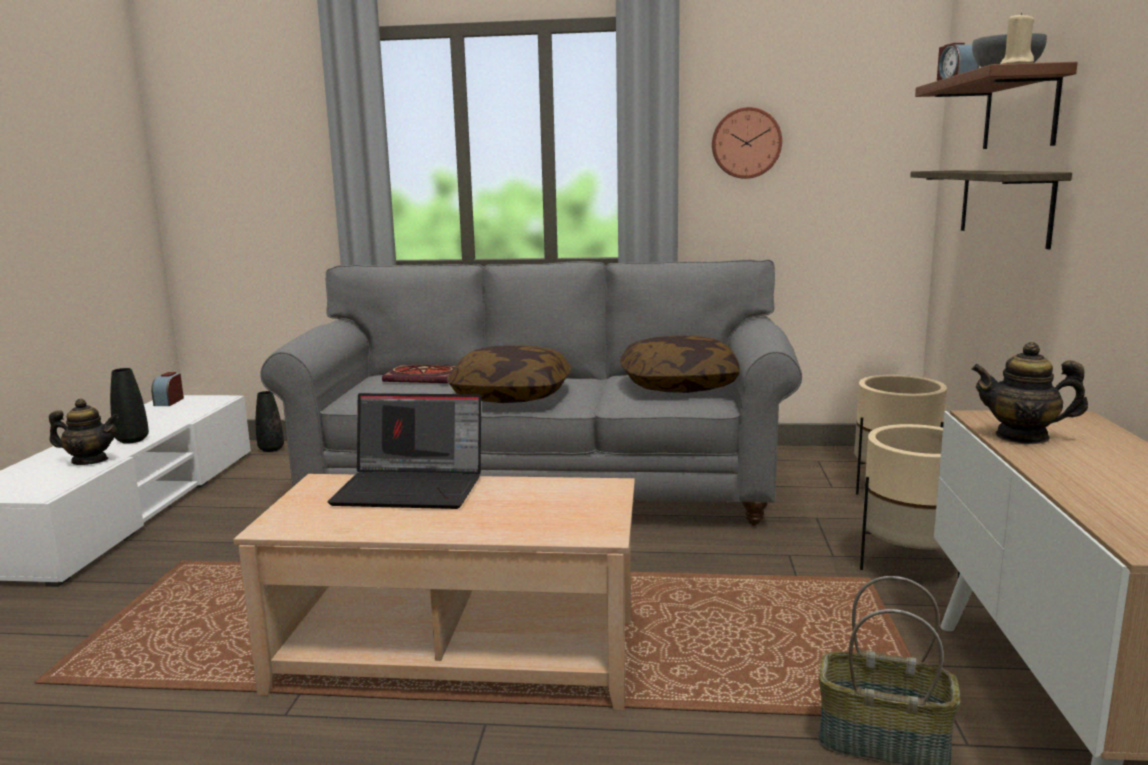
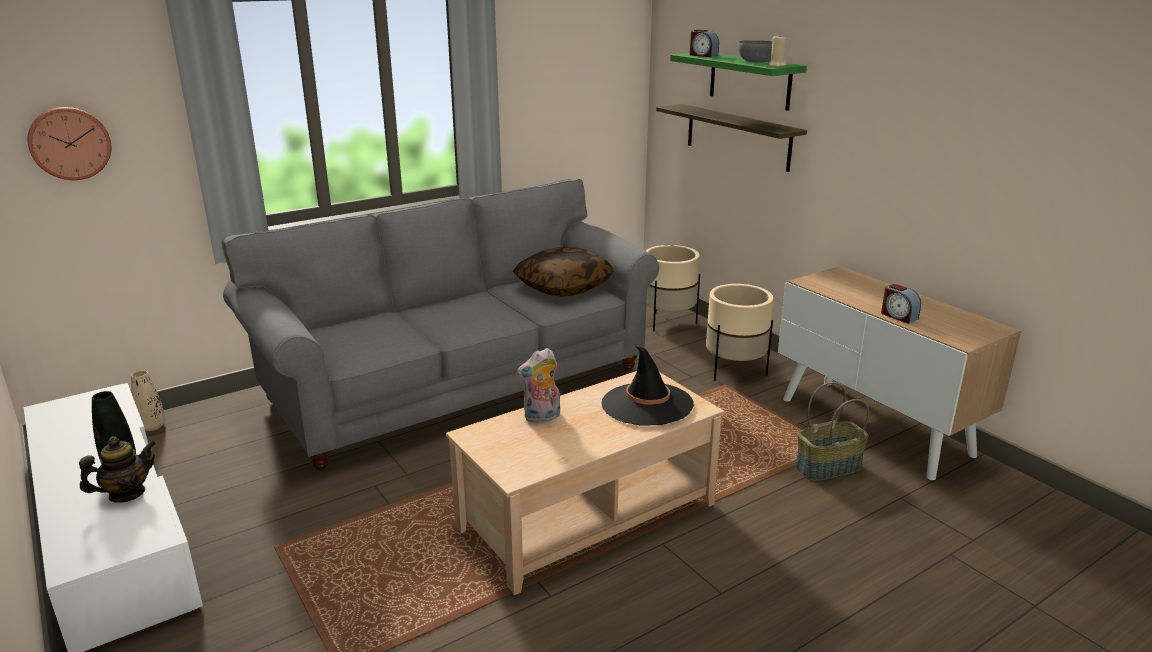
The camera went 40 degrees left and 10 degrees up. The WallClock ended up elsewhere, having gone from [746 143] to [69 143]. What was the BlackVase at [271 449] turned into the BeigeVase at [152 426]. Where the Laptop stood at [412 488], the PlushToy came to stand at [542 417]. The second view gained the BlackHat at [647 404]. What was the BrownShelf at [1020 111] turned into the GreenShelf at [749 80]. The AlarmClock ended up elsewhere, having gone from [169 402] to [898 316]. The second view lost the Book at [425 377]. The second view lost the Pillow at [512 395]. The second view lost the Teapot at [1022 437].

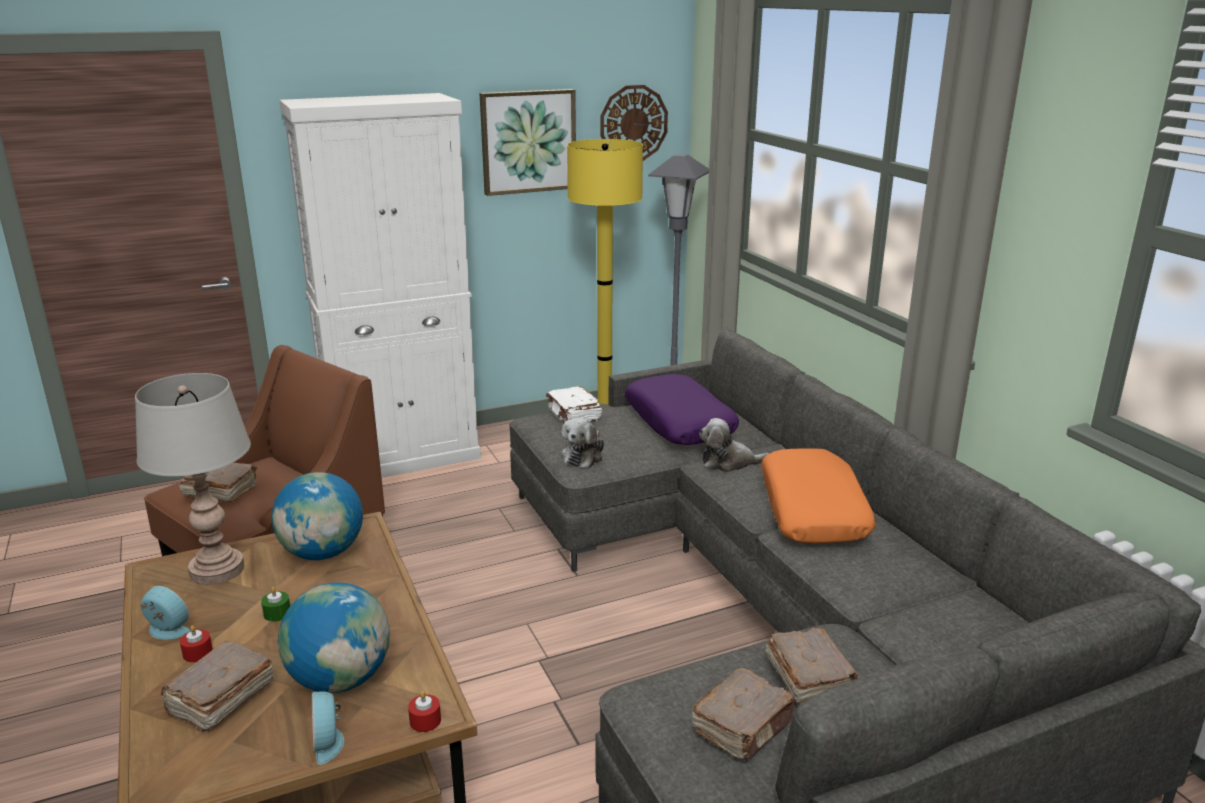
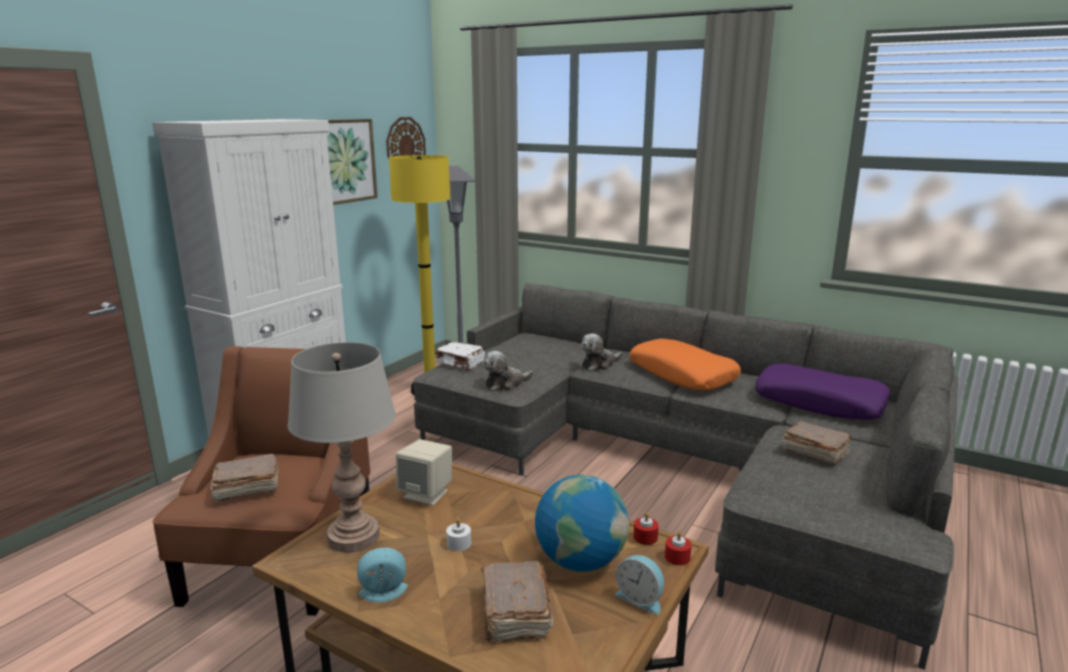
The camera went 35 degrees left and 5 degrees down. Where the Globe stood at [323 553], the BeigeSpeaker came to stand at [426 494]. What was the GreenCandle at [277 613] turned into the WhiteCandle at [459 543]. The PlushToy at [583 455] ended up facing another way, 75 degrees clockwise from before. The RedCandle ended up elsewhere, having gone from [198 653] to [645 537]. The PurplePillow ended up elsewhere, having gone from [680 422] to [819 403]. The second view lost the BrownBook at [744 727].

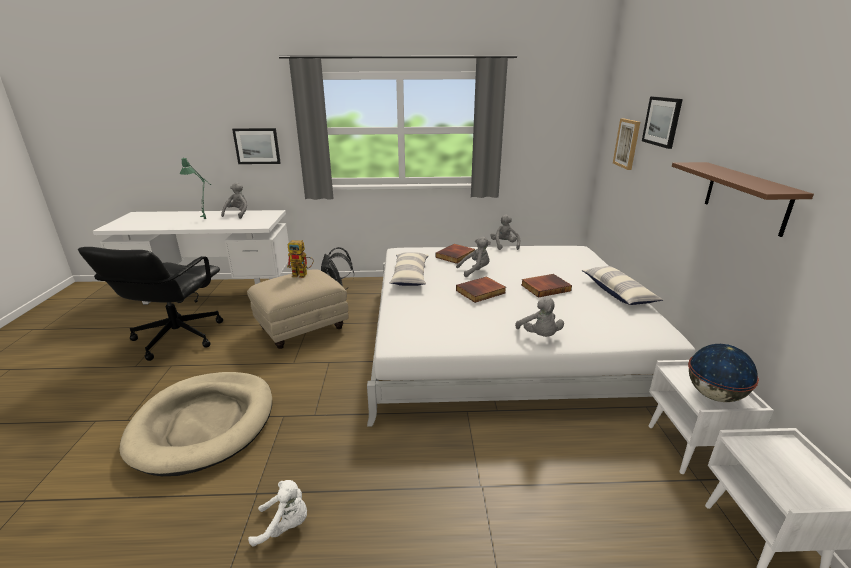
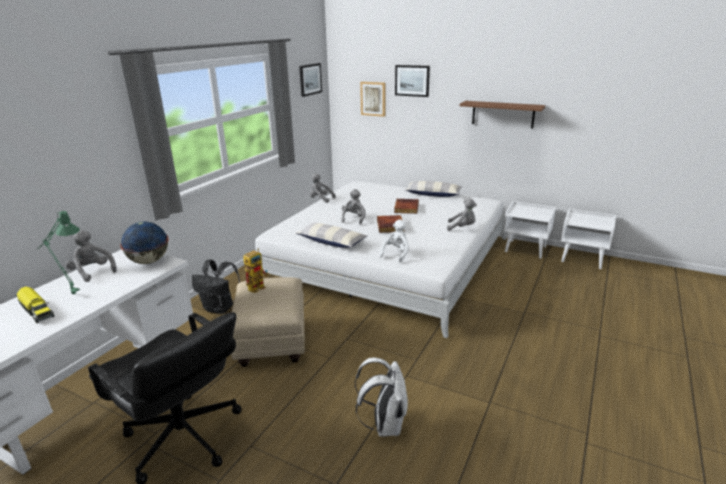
The camera went 60 degrees left and 0 degrees up. The second view gained the ToyTruck at [36 310]. The Globe ended up elsewhere, having gone from [713 395] to [149 261]. The Picture ended up elsewhere, having gone from [257 146] to [310 79]. Where the BeigeDogBed stood at [204 424], the WhiteBackpack came to stand at [385 424]. The WhitePlushToy ended up elsewhere, having gone from [285 526] to [396 254]. The second view lost the Book at [456 256].

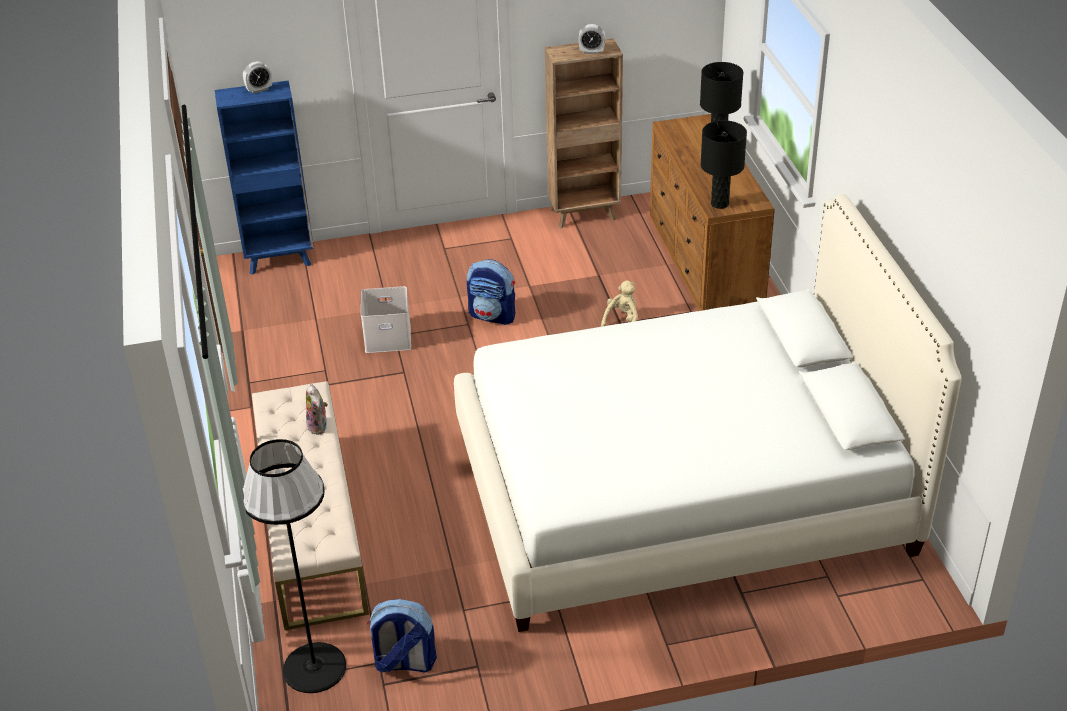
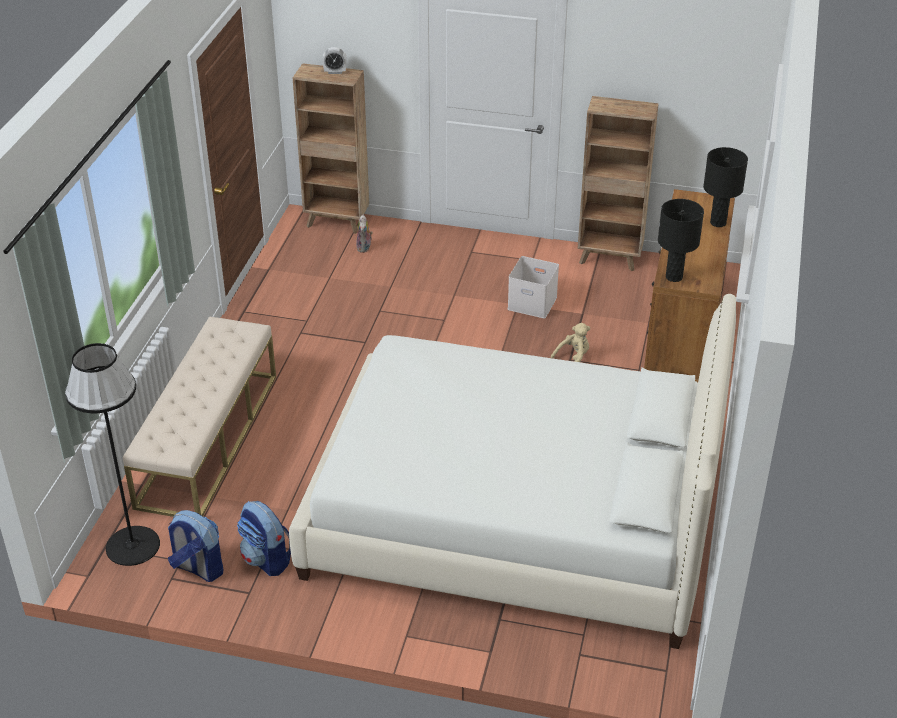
The camera went 25 degrees right and 0 degrees up. The Backpack ended up elsewhere, having gone from [493 315] to [267 559]. What was the BlueBookcase at [280 260] turned into the BrownBookcase at [337 222]. The PlushToy ended up elsewhere, having gone from [319 426] to [364 248]. The WhiteStorageBox ended up elsewhere, having gone from [389 336] to [533 303]. The second view lost the AlarmClock at [591 52].

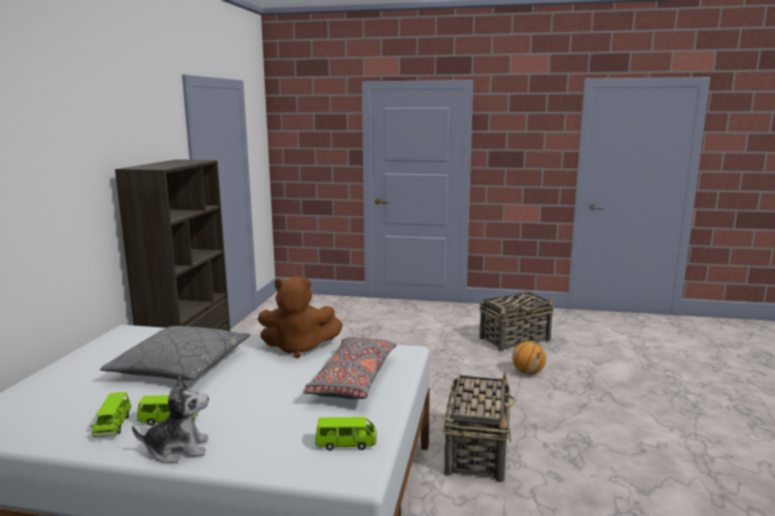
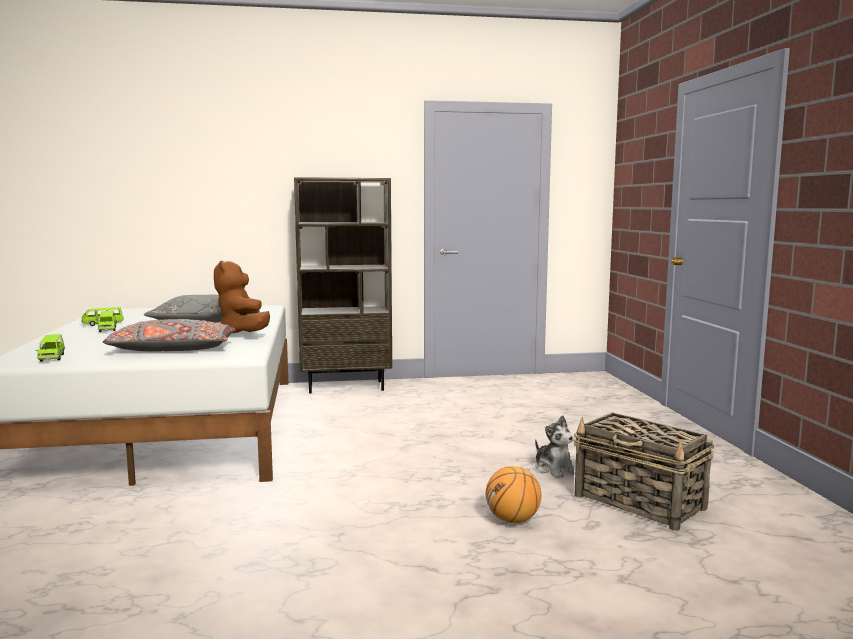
The camera went 70 degrees right and 5 degrees down. The PlushToy ended up elsewhere, having gone from [178 449] to [554 469]. The second view lost the Basket at [477 451].

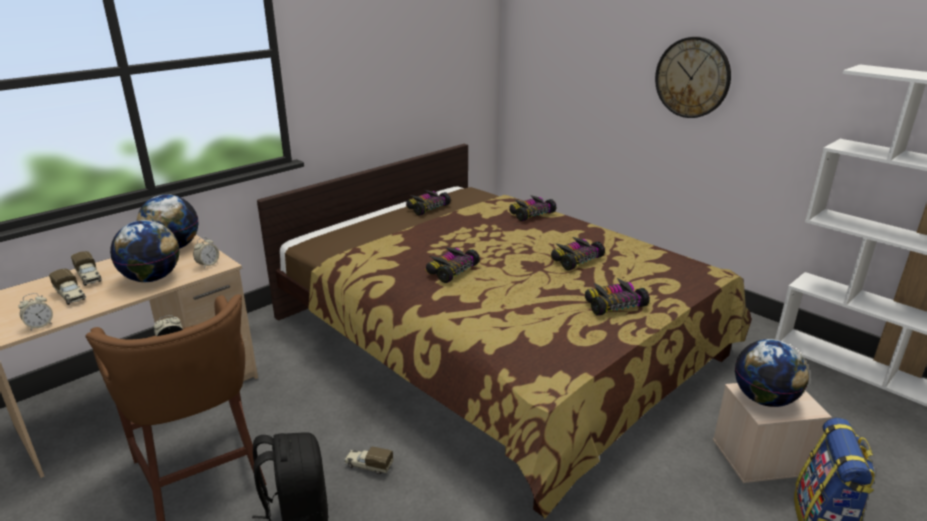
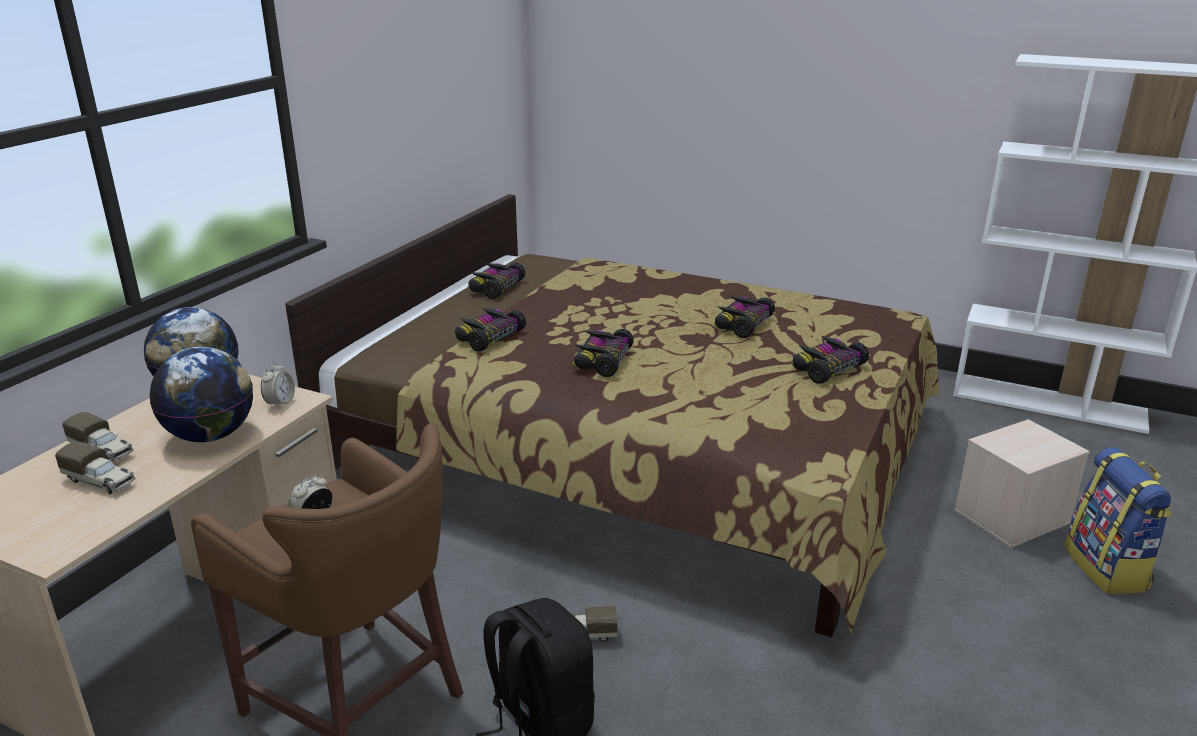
The camera went 20 degrees left and 0 degrees up. The ToyCar ended up elsewhere, having gone from [530 214] to [488 337]. The second view lost the AlarmClock at [40 325]. The second view lost the WallClock at [692 77]. The second view lost the Globe at [764 399].

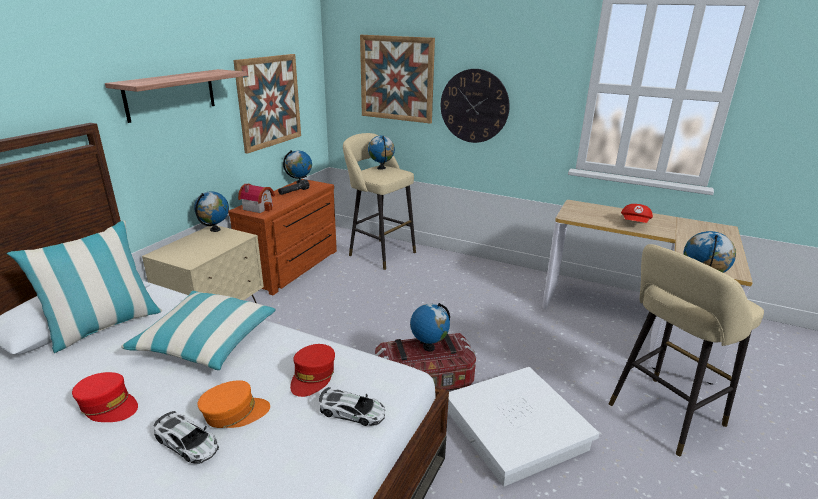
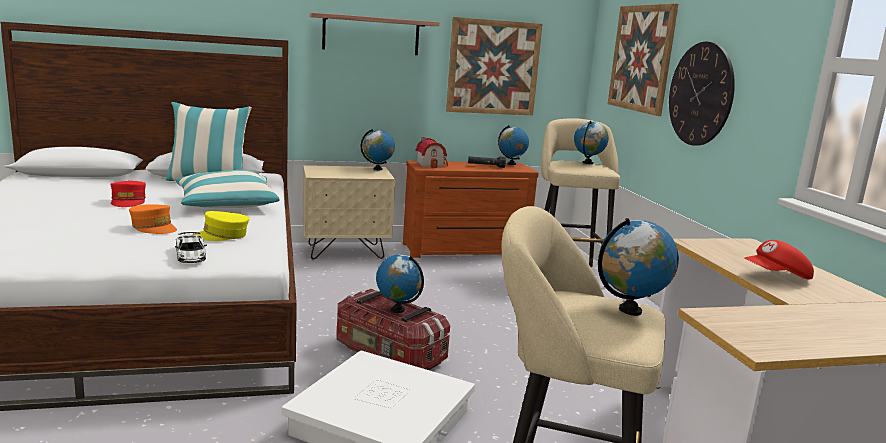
The camera went 50 degrees right and 10 degrees down. What was the RedCap at [313 376] turned into the YellowCap at [221 236]. The second view lost the ToyCar at [187 443].

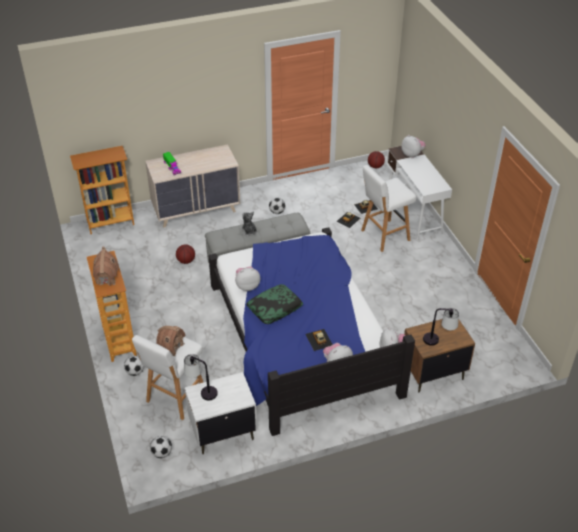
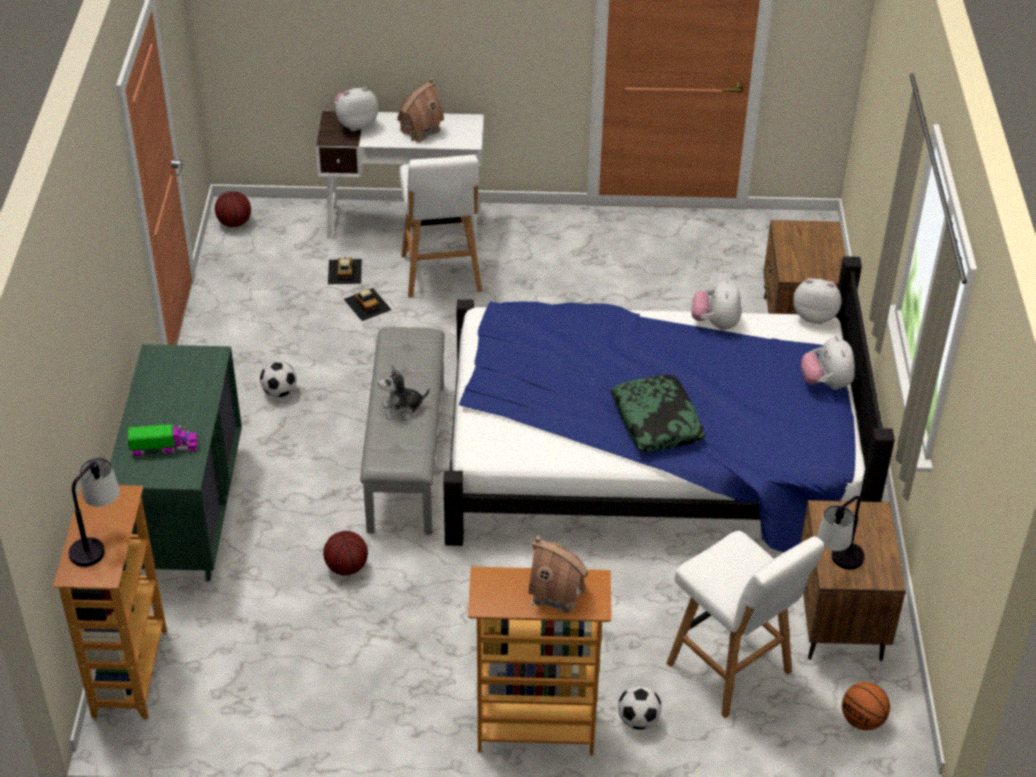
The camera went 70 degrees left and 0 degrees up. The TableLamp ended up elsewhere, having gone from [438 340] to [97 542]. What was the BeigeDresser at [196 210] turned into the GreenDresser at [187 512]. The ToyHouse ended up elsewhere, having gone from [171 347] to [420 130]. The PlushToy ended up elsewhere, having gone from [247 286] to [715 323]. What was the WhiteNightstand at [222 432] turned into the BrownNightstand at [839 621]. Where the Football stood at [162 453], the Basketball came to stand at [862 720]. The second view lost the ToyCar at [319 340].

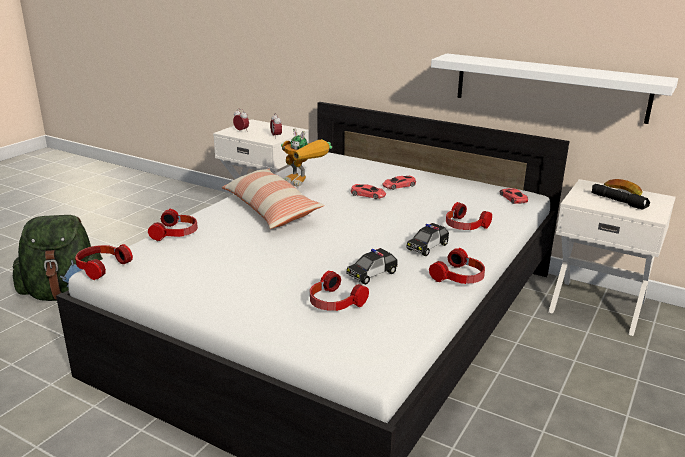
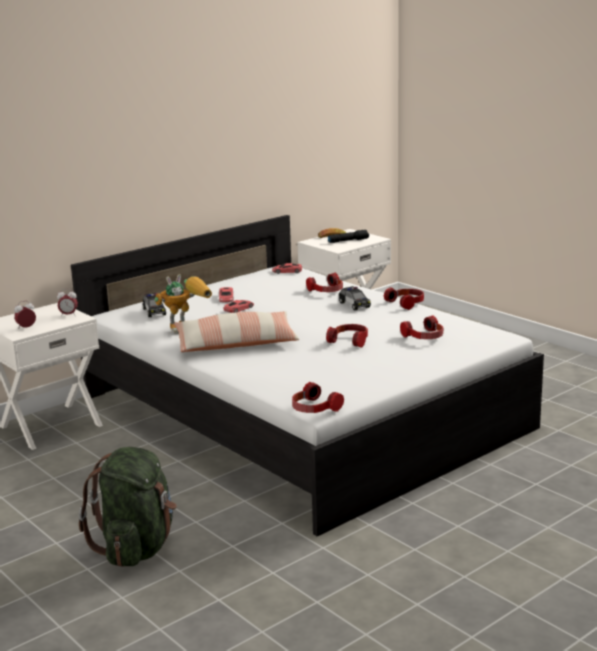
The camera went 70 degrees left and 5 degrees down. The ToyCar ended up elsewhere, having gone from [372 274] to [154 312]. The Headphones ended up elsewhere, having gone from [176 233] to [350 341]. The second view lost the WhiteShelf at [550 87].

